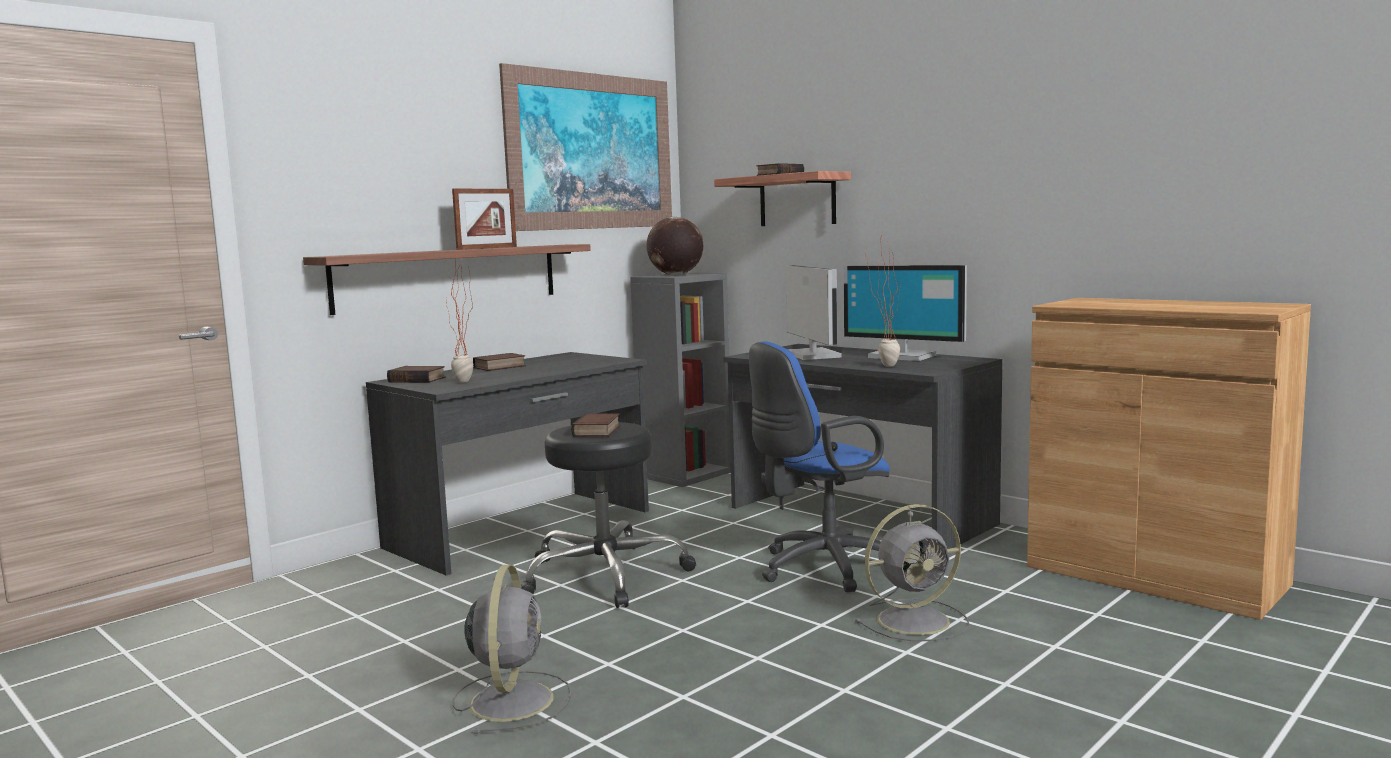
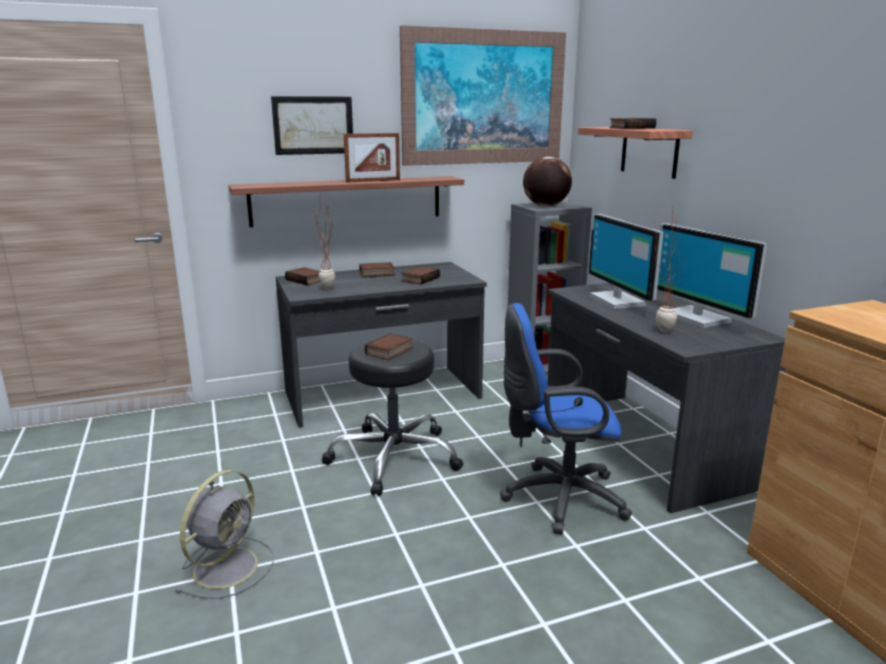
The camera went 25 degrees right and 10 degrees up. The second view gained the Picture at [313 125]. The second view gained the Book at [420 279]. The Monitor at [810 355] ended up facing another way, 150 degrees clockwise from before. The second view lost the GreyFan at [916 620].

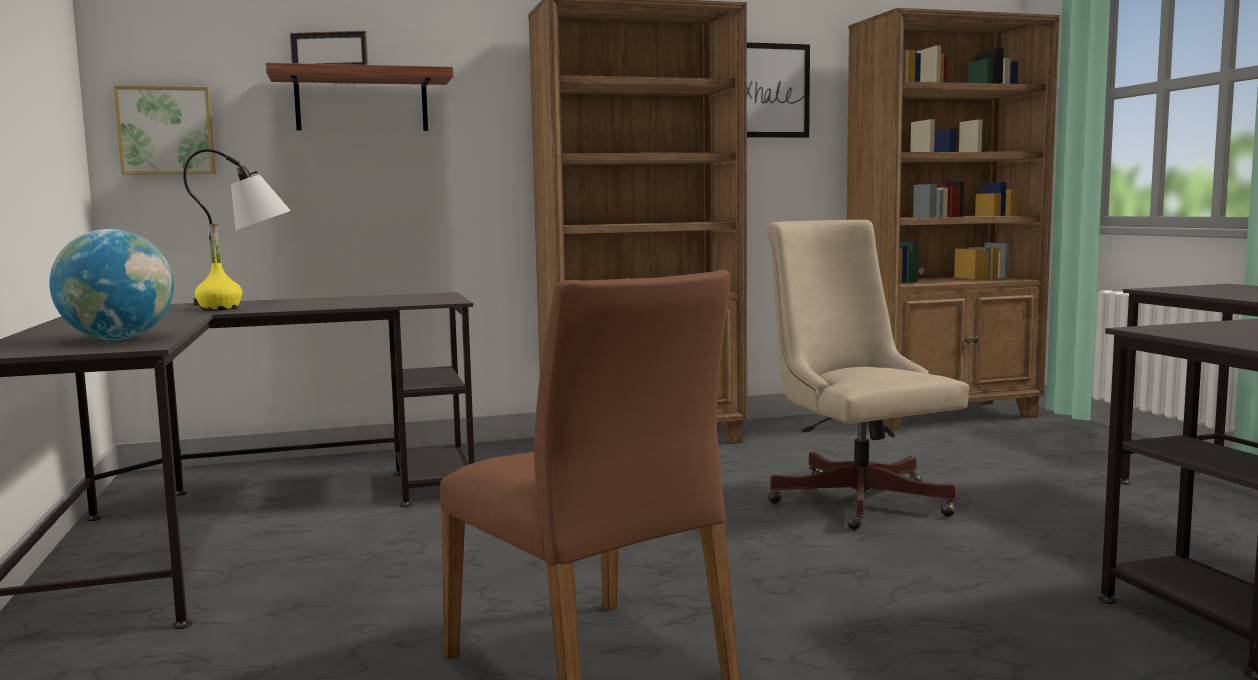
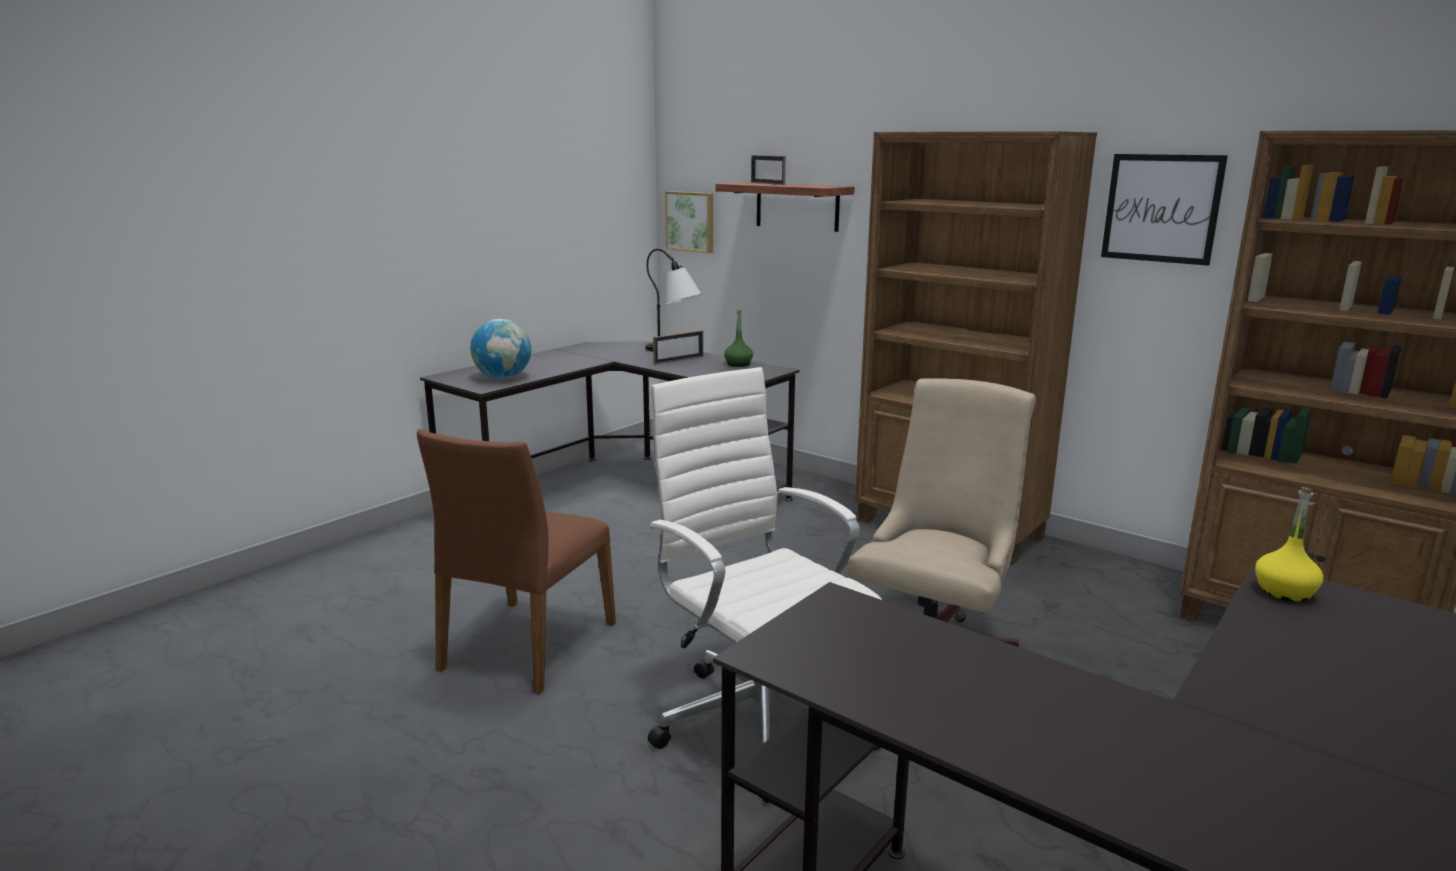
The camera went 55 degrees right and 10 degrees up. The second view gained the WhiteOfficeChair at [759 720]. The second view gained the PictureFrame at [678 360]. The second view gained the GreenBottle at [738 364]. The YellowBottle ended up elsewhere, having gone from [219 308] to [1284 592].

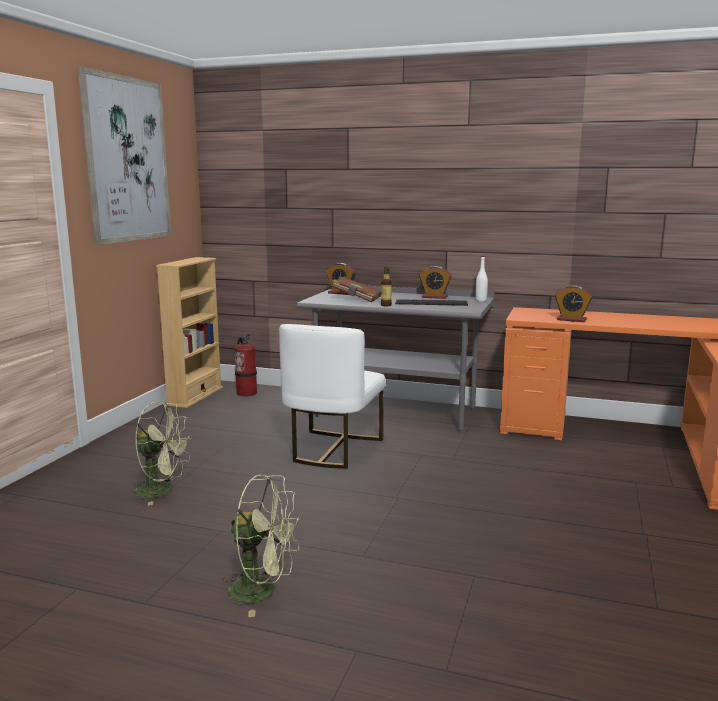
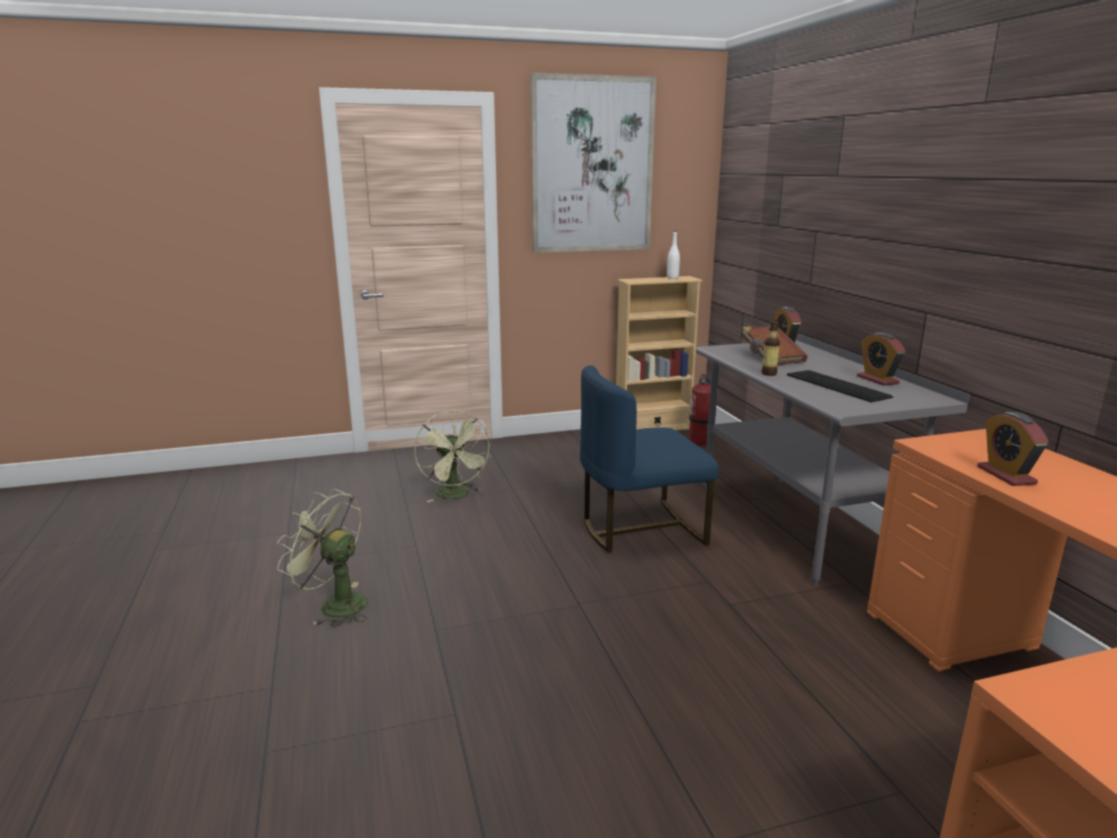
The camera went 55 degrees right and 5 degrees up. The GreenFan at [263 591] ended up facing another way, 135 degrees clockwise from before. What was the WhiteChair at [332 449] turned into the BlueChair at [640 529]. The WhiteBottle ended up elsewhere, having gone from [481 300] to [672 278].

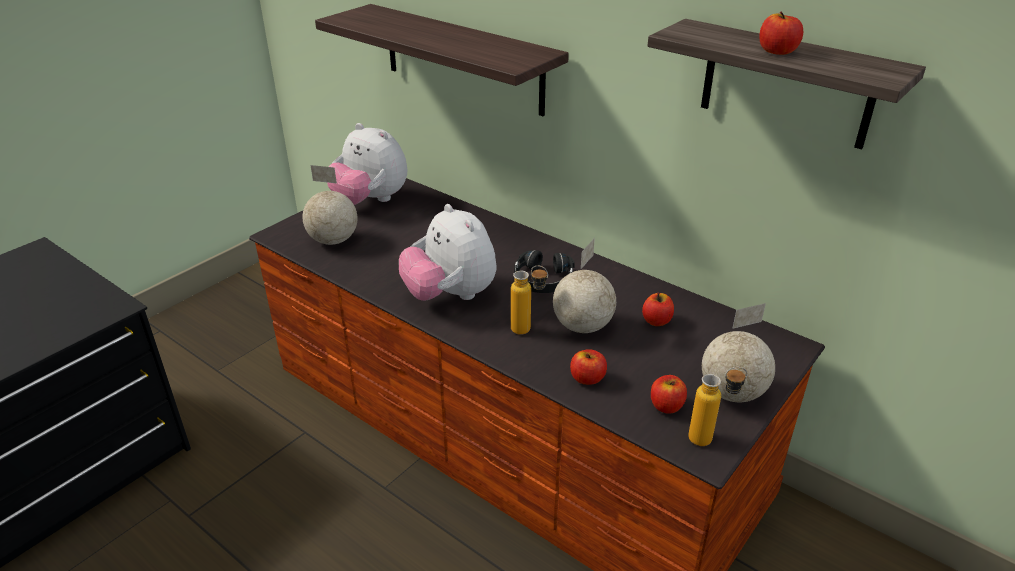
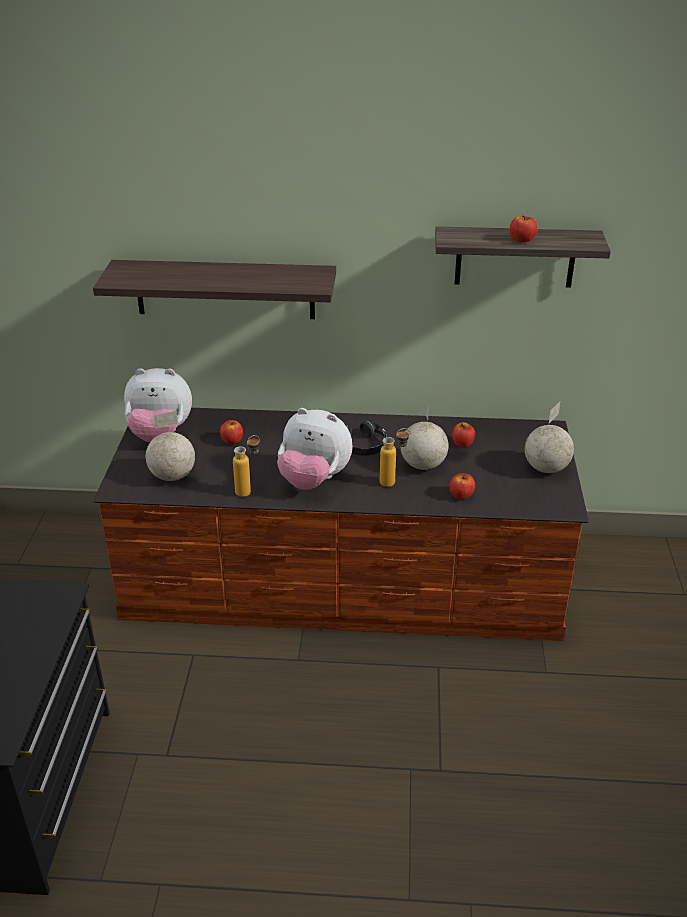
The camera went 35 degrees left and 0 degrees up. The Apple ended up elsewhere, having gone from [666 406] to [232 441]. The Bottle ended up elsewhere, having gone from [710 439] to [249 491].

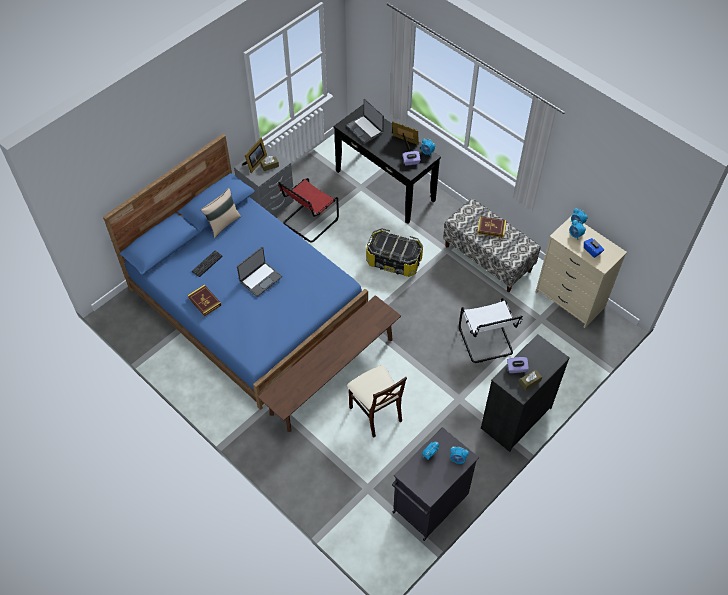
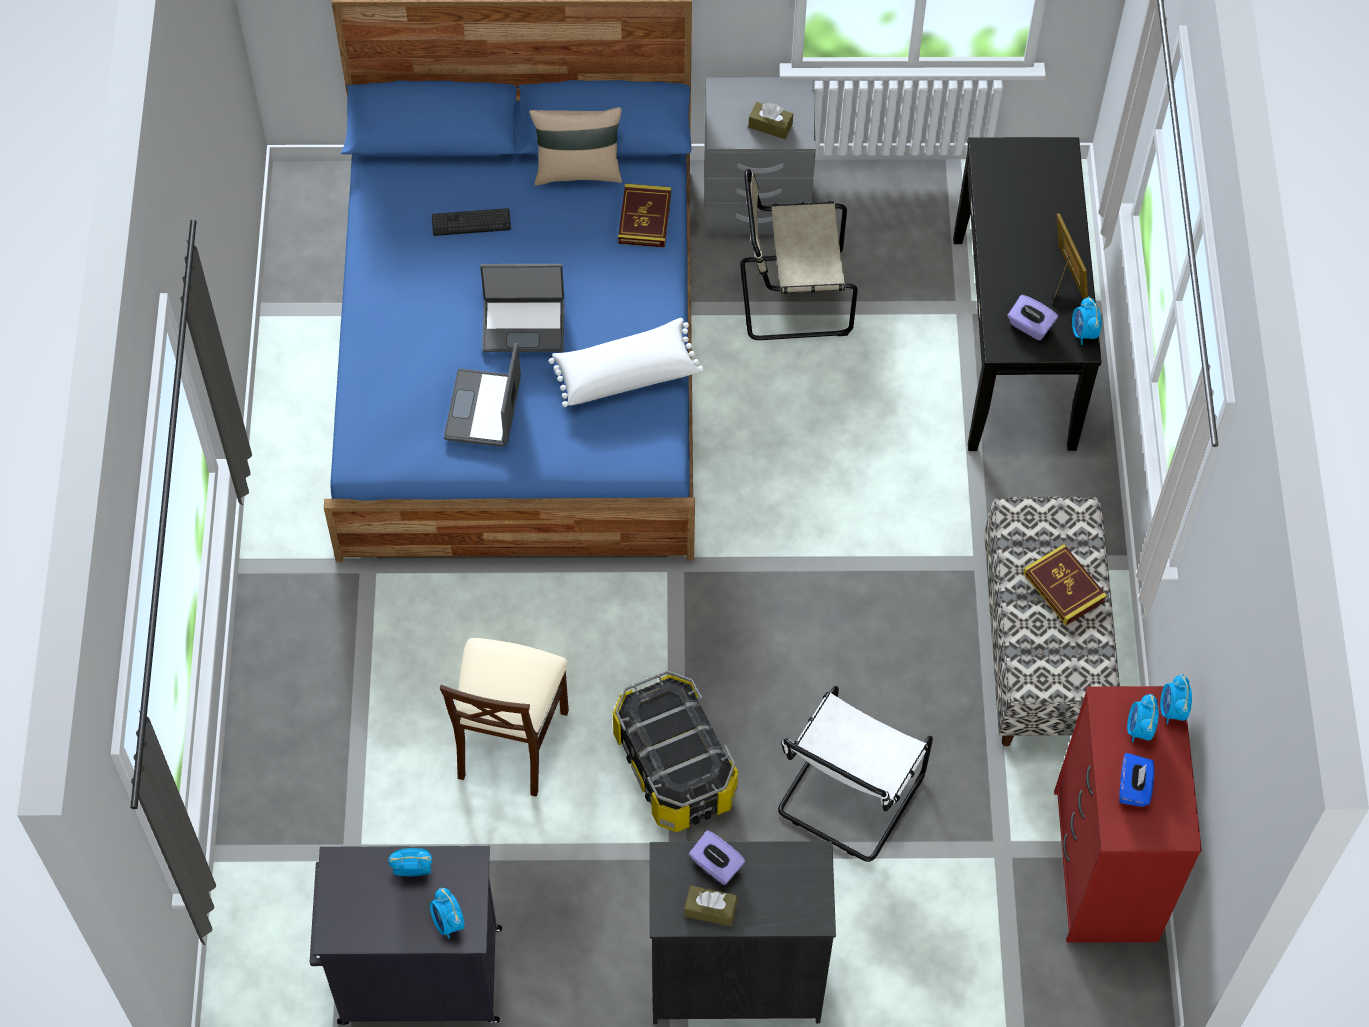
The camera went 45 degrees right and 5 degrees up. The Laptop ended up elsewhere, having gone from [365 129] to [485 409]. The second view gained the WhitePillow at [625 372]. The StorageBox ended up elsewhere, having gone from [394 261] to [675 766]. The Book ended up elsewhere, having gone from [204 301] to [644 218]. What was the RedChair at [309 222] turned into the BeigeChair at [790 297]. What was the BeigeDresser at [569 300] turned into the RedDresser at [1104 865]. The second view lost the PictureFrame at [255 163]. The second view lost the BrownBench at [332 375].

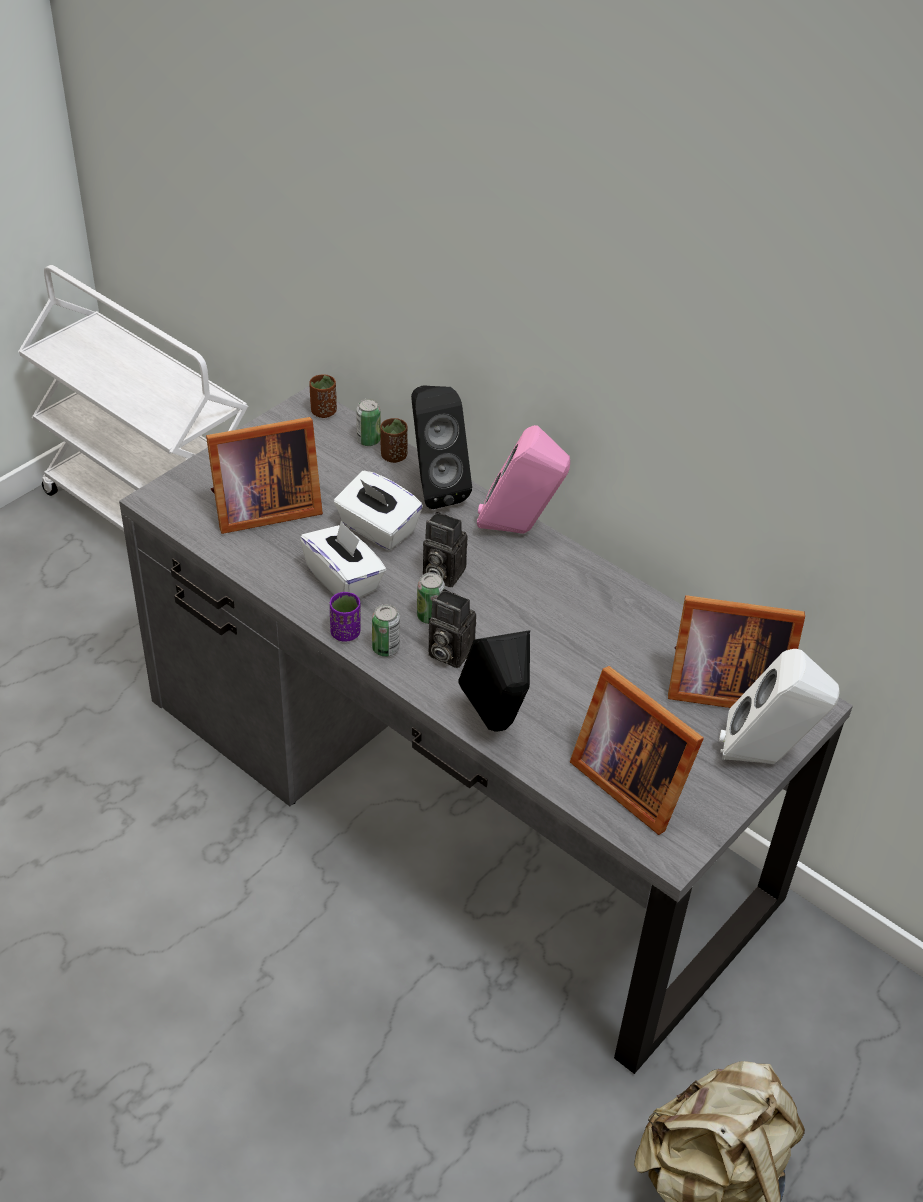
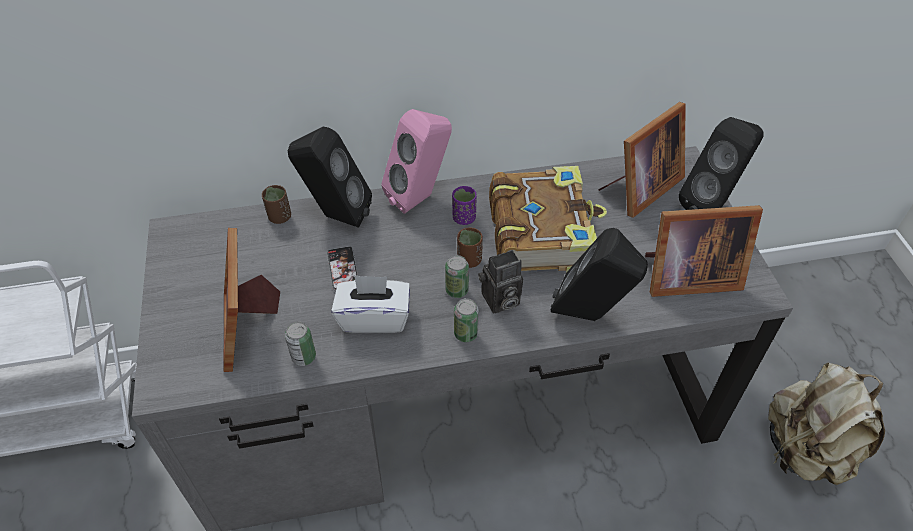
The camera went 50 degrees left and 5 degrees up. The PictureFrame at [261 509] ended up facing another way, 150 degrees clockwise from before. The Can ended up elsewhere, having gone from [368 440] to [304 357]. Where the WhiteTissueBox stood at [377 529], the Phone came to stand at [343 269]. The PurpleCup ended up elsewhere, having gone from [345 633] to [464 218]. The BrownCup ended up elsewhere, having gone from [323 412] to [469 260]. The second view gained the Book at [541 232]. What was the WhiteSpeaker at [766 758] turned into the BlackSpeaker at [711 205]. The second view lost the PhotoCamera at [440 573].

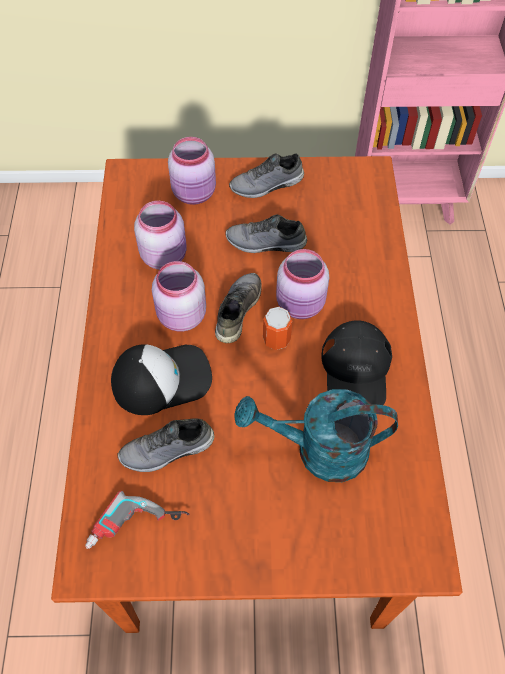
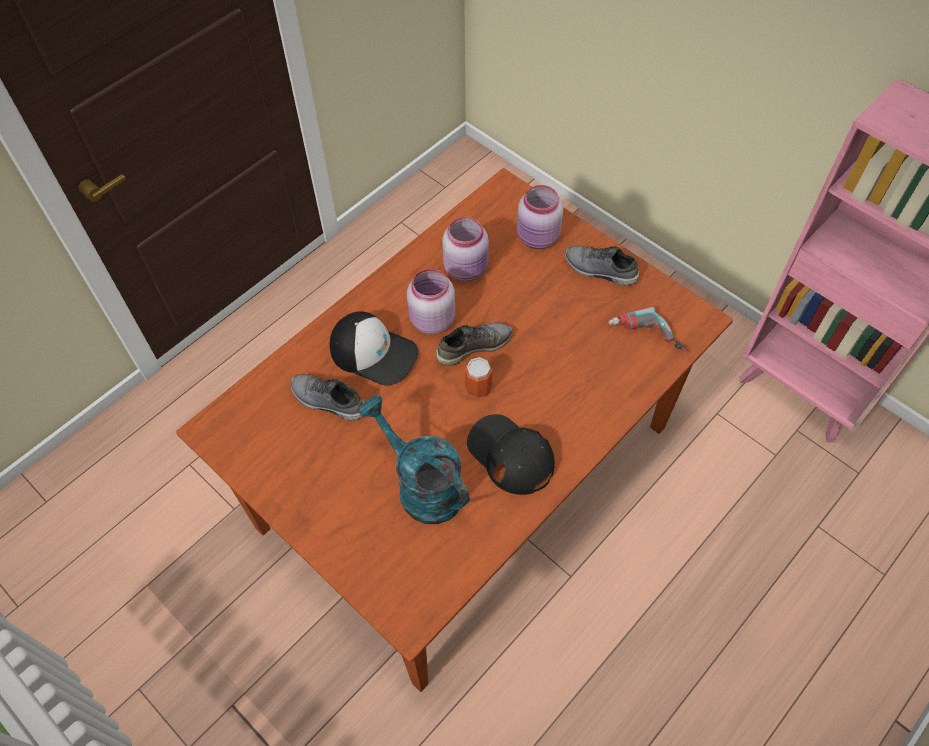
The camera went 45 degrees right and 0 degrees up. The BlackCap at [356 369] ended up facing another way, 90 degrees clockwise from before. The PowerDrill ended up elsewhere, having gone from [137 531] to [645 338]. The second view lost the GreyShoe at [265 243]. The second view lost the PinkJar at [301 305].

